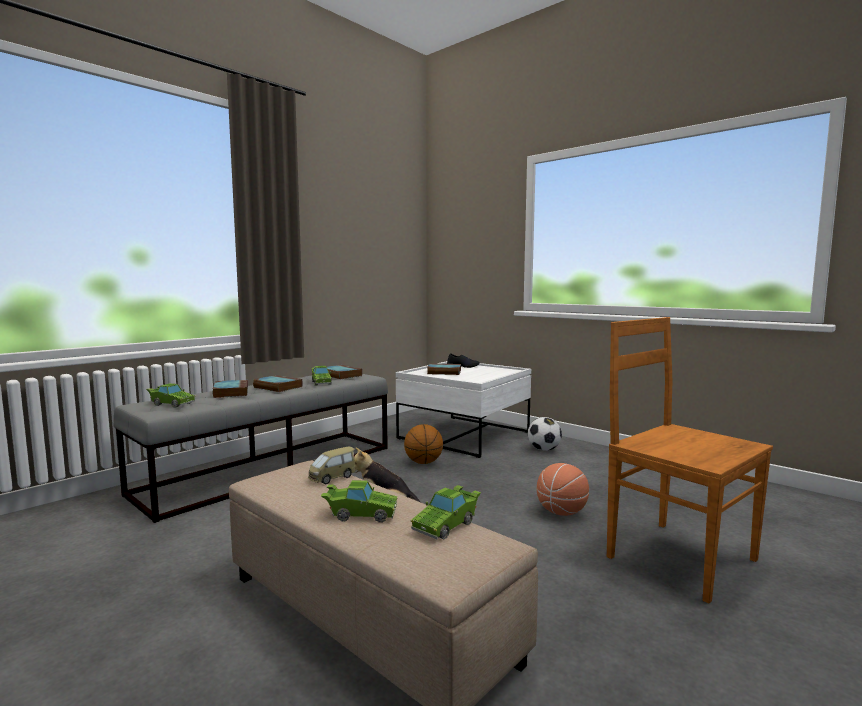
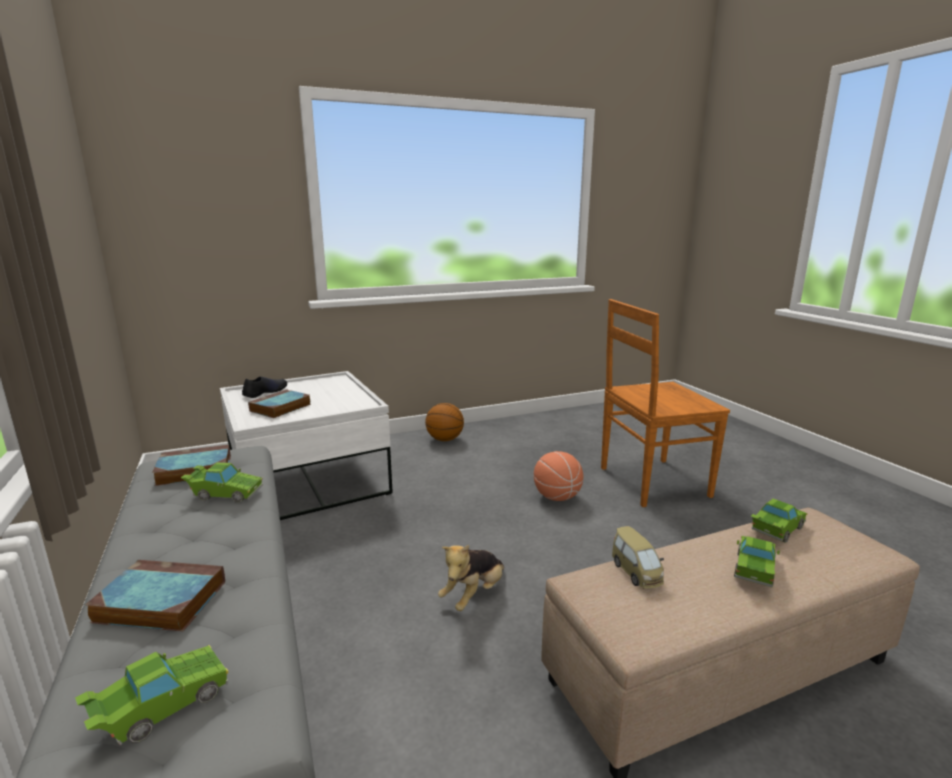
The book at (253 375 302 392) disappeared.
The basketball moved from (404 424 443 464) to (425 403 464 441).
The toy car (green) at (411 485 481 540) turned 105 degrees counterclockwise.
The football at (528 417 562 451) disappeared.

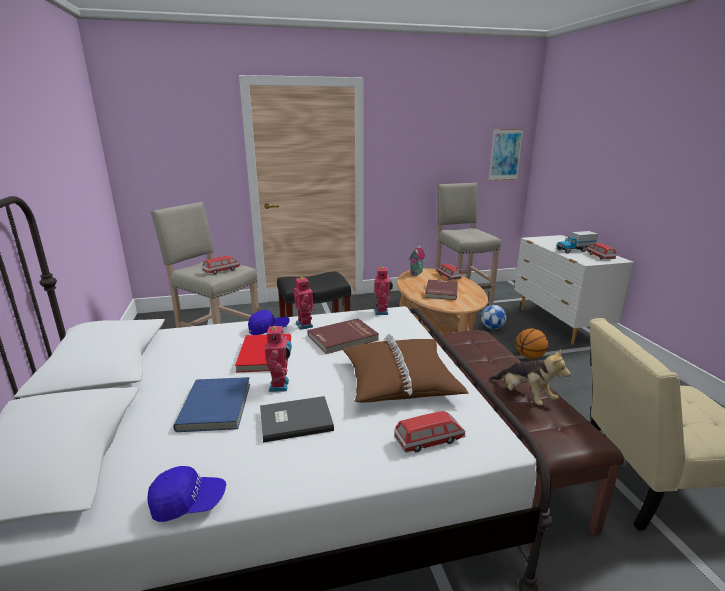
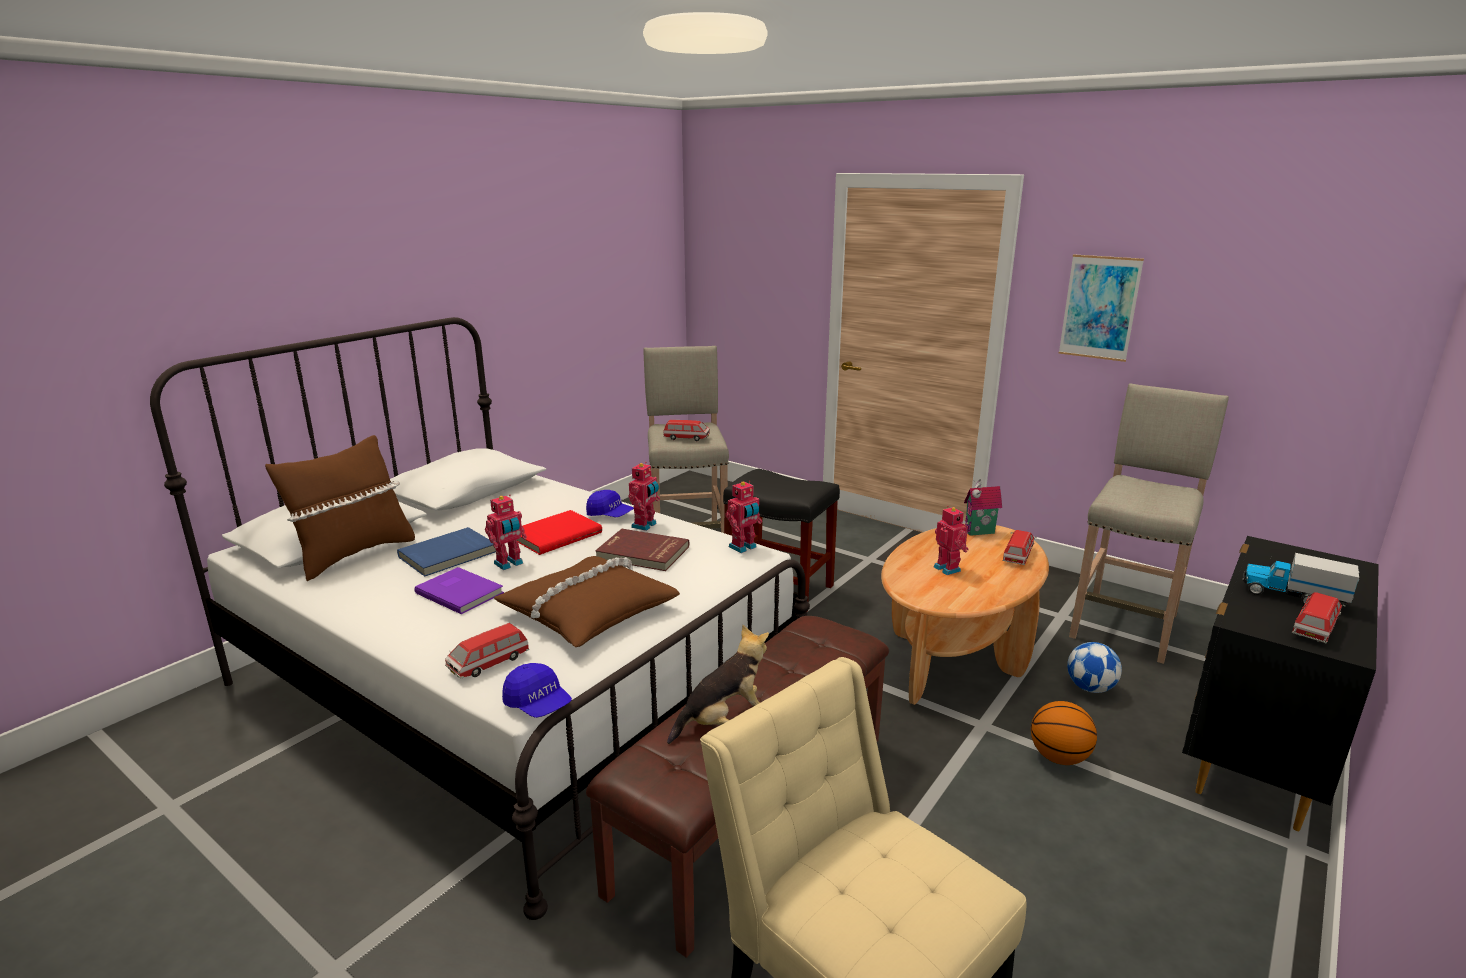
The cap (blue) moved from (147 466 226 522) to (502 663 572 718).
The book (grey) at (260 396 334 443) became the book (purple) at (414 567 504 614).
The toy car at (394 411 466 453) turned 105 degrees clockwise.
The book (red) at (425 279 458 300) was replaced by the toy robot at (934 506 969 575).
The picture moved from (489 129 524 181) to (1059 254 1144 362).
The plush toy at (490 348 571 405) turned 135 degrees counterclockwise.
The dresser (white) at (514 235 634 345) became the dresser (black) at (1182 536 1379 831).
The pillow (brown) at (265 435 415 581) appeared.

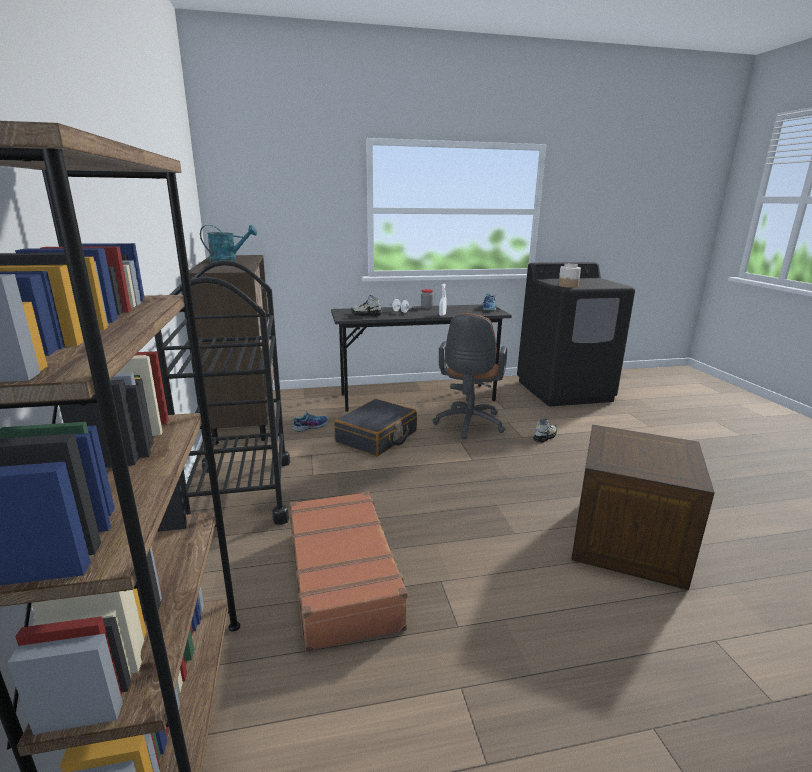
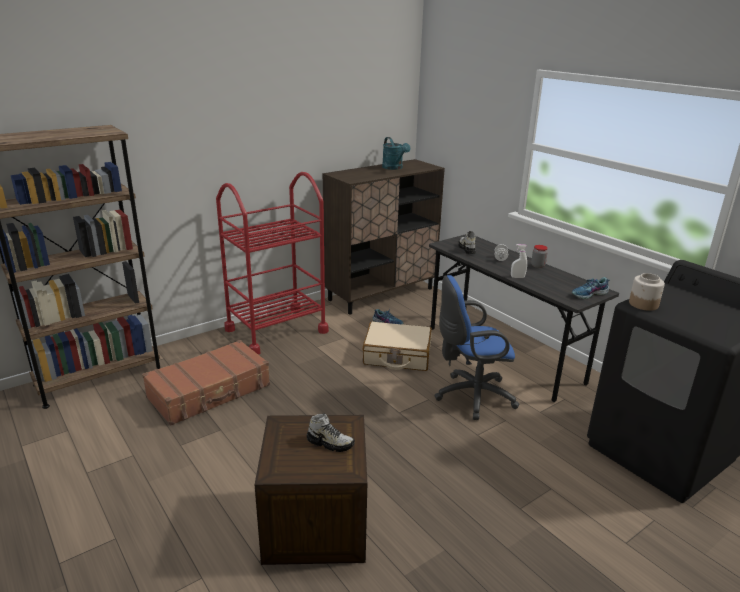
The cart (black) at (155 260 290 525) became the cart (red) at (216 172 329 355).
The suitcase (black) at (334 399 417 456) became the suitcase (beige) at (363 321 432 371).
The office chair (brown) at (432 313 507 439) became the office chair (blue) at (434 275 519 420).
The shoe moved from (533 418 557 443) to (307 413 355 452).

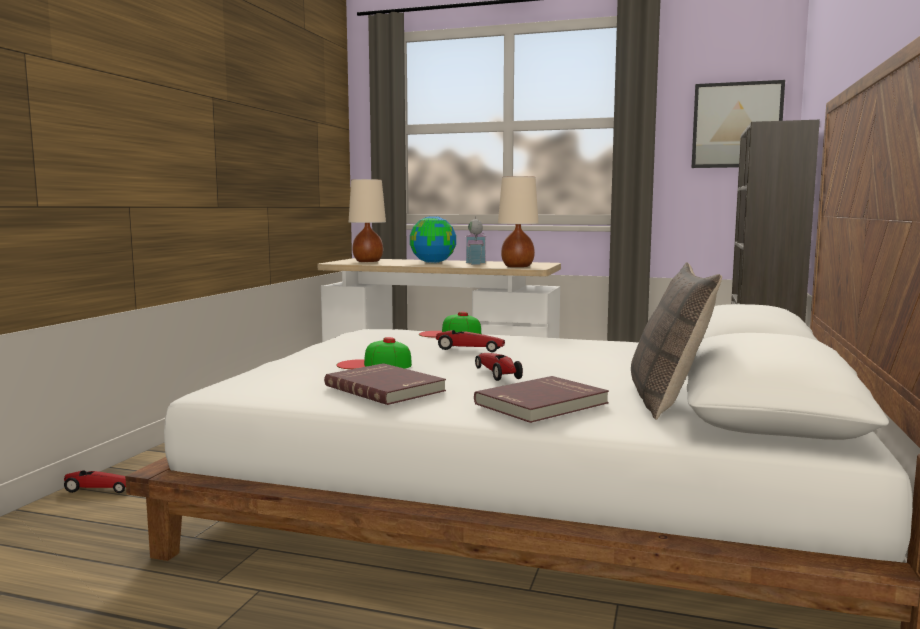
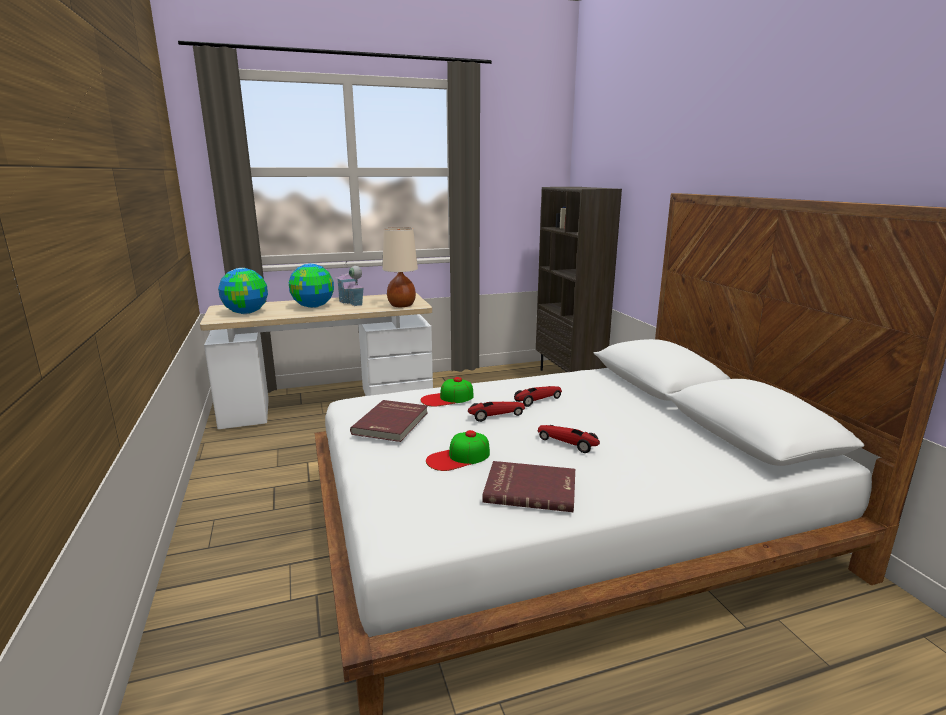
The toy car moved from (64 470 126 493) to (514 386 562 407).
The table lamp (beige) at (349 179 386 262) was replaced by the globe at (218 268 268 314).
The book (red) moved from (474 376 609 423) to (350 400 428 442).
The pillow at (631 262 722 420) disappeared.
The picture at (691 80 785 168) disappeared.

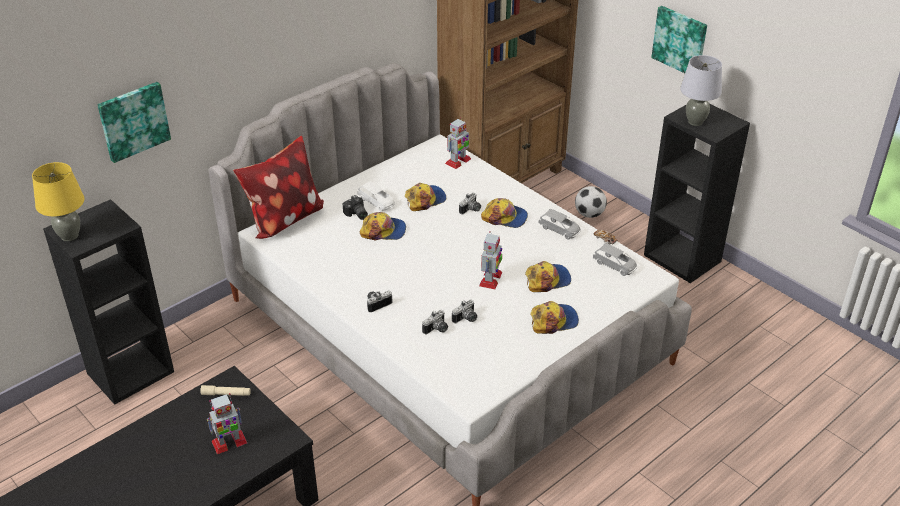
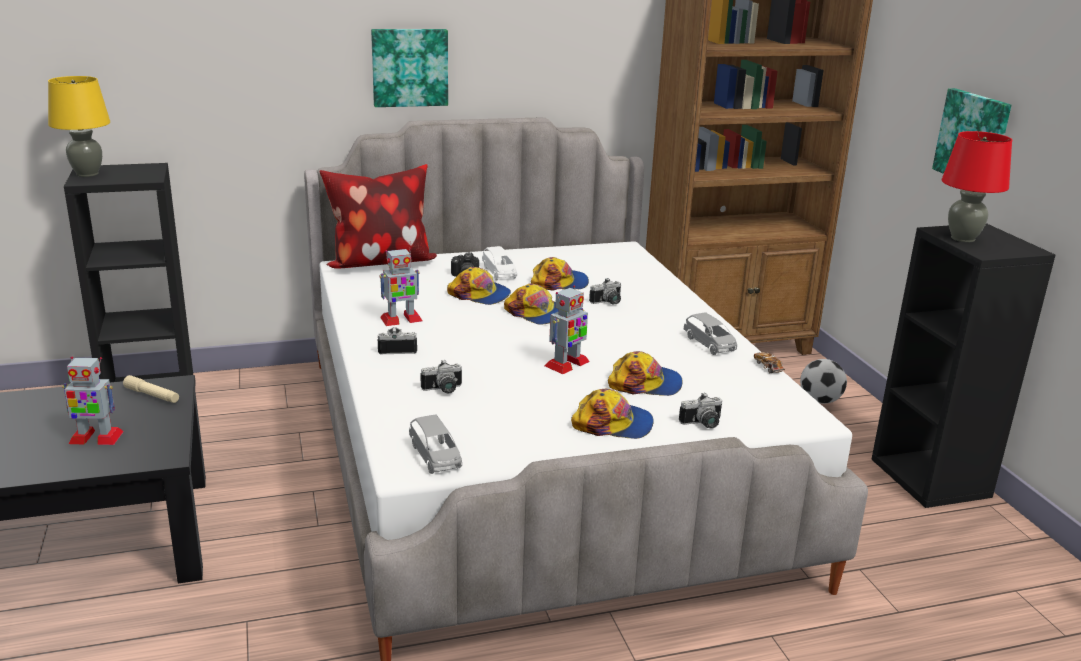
The picture moved from (97 82 171 163) to (371 29 448 107).
The toy robot moved from (445 117 471 169) to (379 247 422 326).
The photo camera moved from (452 299 477 323) to (679 393 722 429).
The cap moved from (481 198 528 228) to (504 284 558 325).
The toy car (grey) moved from (593 243 637 276) to (409 415 462 474).
The table lamp (grey) at (680 55 722 126) became the table lamp (red) at (942 131 1012 242).

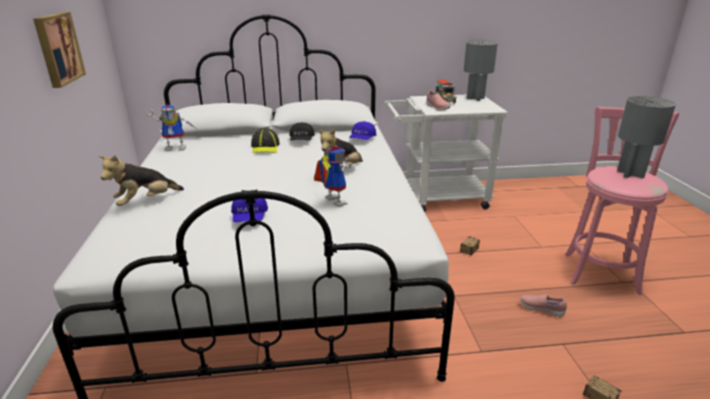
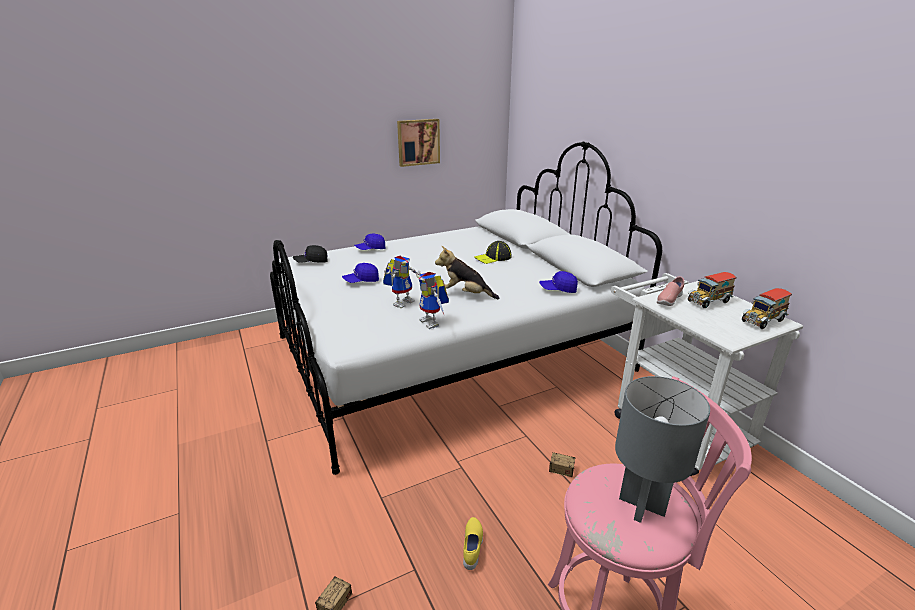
The plush toy at (98 155 184 206) was replaced by the cap (blue) at (354 234 385 250).
The toy robot moved from (145 104 197 151) to (416 270 449 329).
The cap (black) moved from (289 122 315 140) to (293 245 328 263).
The table lamp (grey) at (464 40 498 101) was replaced by the toy truck at (742 288 792 329).
The shoe (pink) at (520 294 567 316) became the shoe (yellow) at (463 517 483 570).

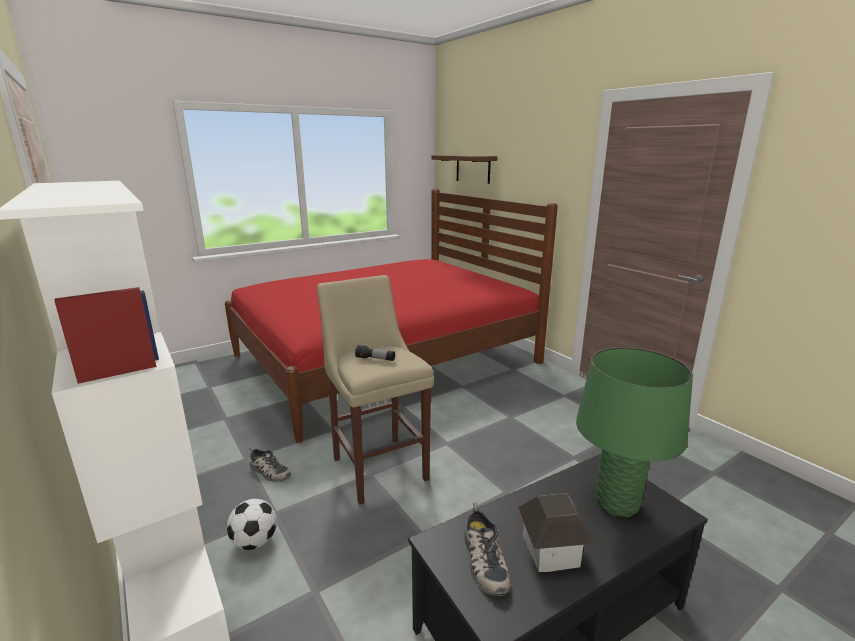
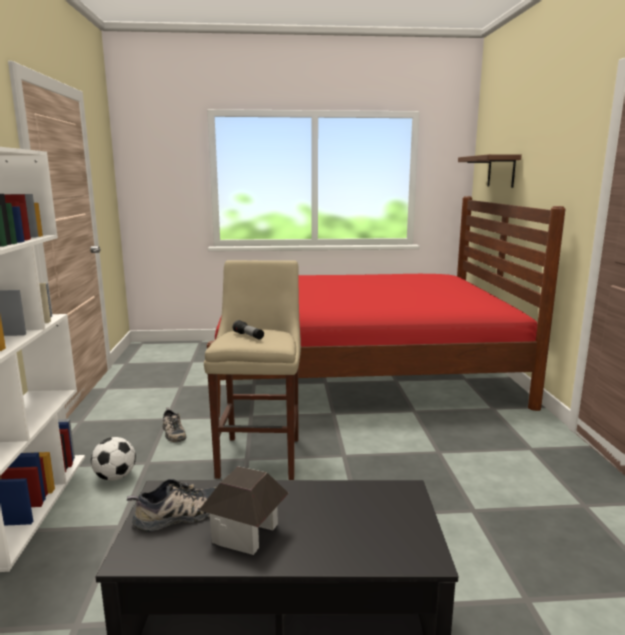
The shoe at (464 502 511 596) turned 135 degrees counterclockwise.
The table lamp (green) at (576 347 693 517) disappeared.

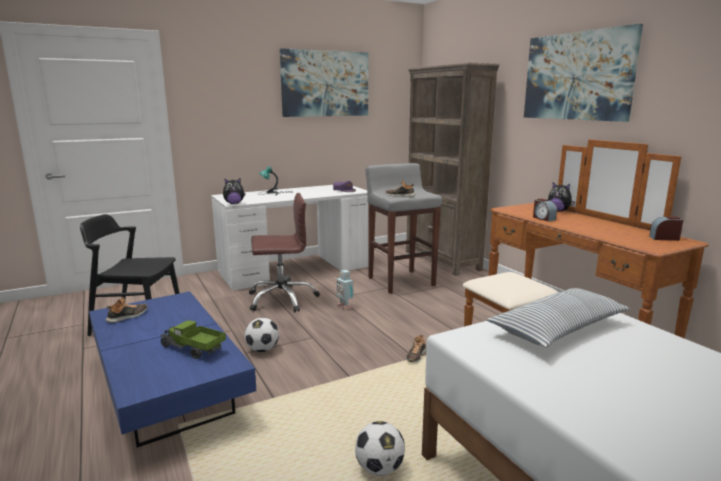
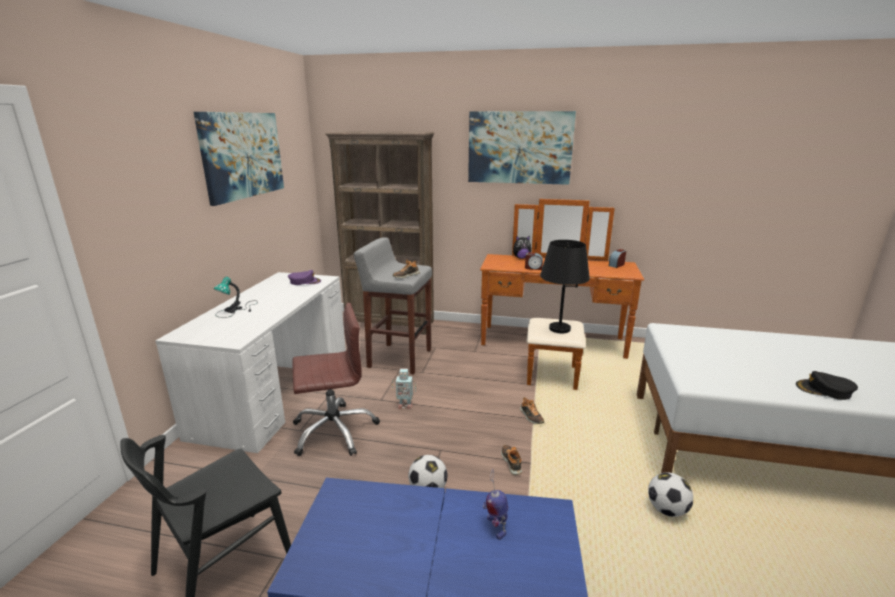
The shoe moved from (106 297 148 323) to (501 445 522 475).
The toy truck at (160 320 226 359) was replaced by the toy robot at (483 469 508 540).
The plush toy at (223 178 245 204) disappeared.
The office chair (brown) at (249 193 320 312) turned 45 degrees clockwise.
The pillow at (487 288 630 347) disappeared.
The table lamp (black) at (540 240 590 333) appeared.
The cap (black) at (796 371 858 400) appeared.

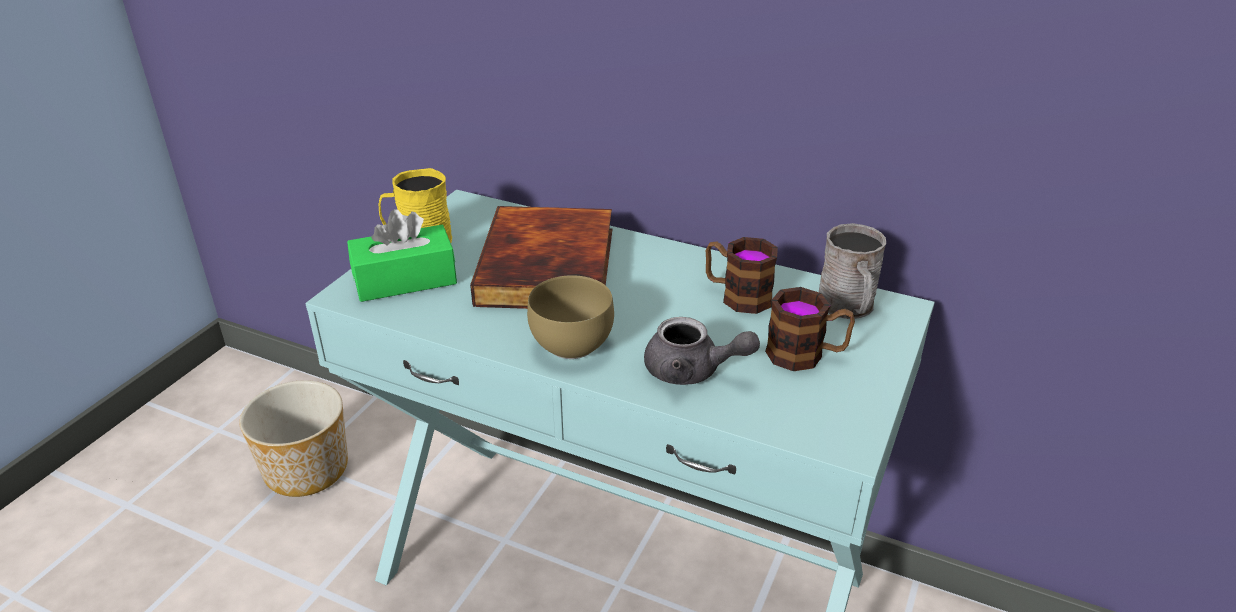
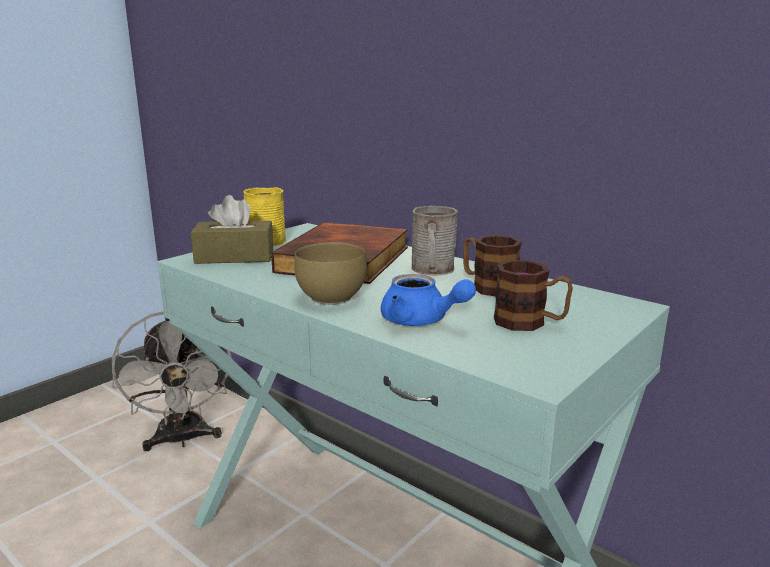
The planter at (239 380 348 497) was replaced by the fan (grey) at (112 311 232 451).
The tissue box (green) at (347 209 457 302) became the tissue box (brown) at (191 195 273 264).
The teapot (grey) at (644 317 760 385) became the teapot (blue) at (381 274 476 326).
The mug (grey) moved from (819 223 886 319) to (412 206 458 275).

